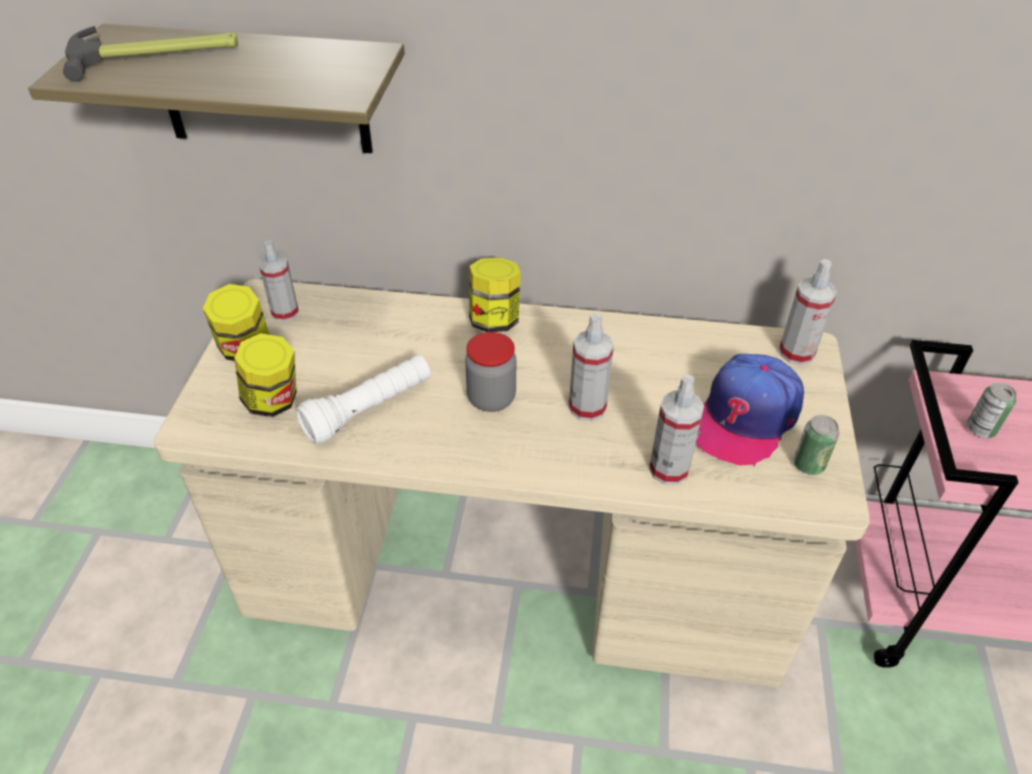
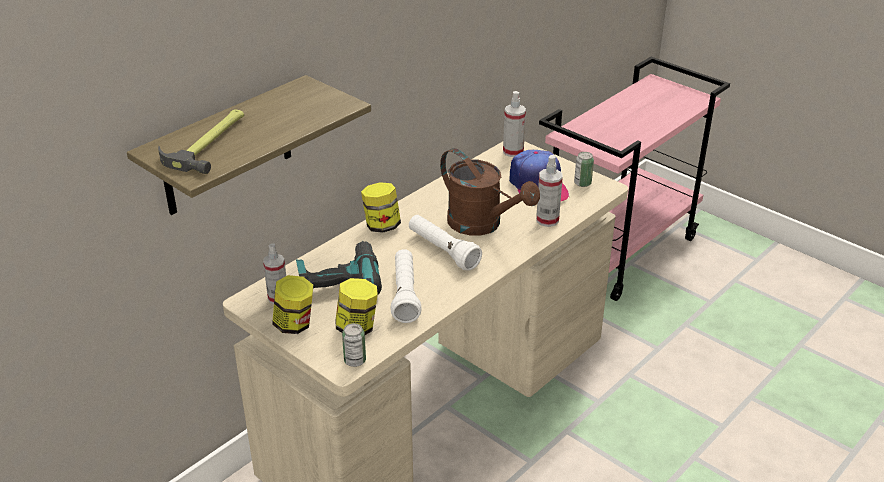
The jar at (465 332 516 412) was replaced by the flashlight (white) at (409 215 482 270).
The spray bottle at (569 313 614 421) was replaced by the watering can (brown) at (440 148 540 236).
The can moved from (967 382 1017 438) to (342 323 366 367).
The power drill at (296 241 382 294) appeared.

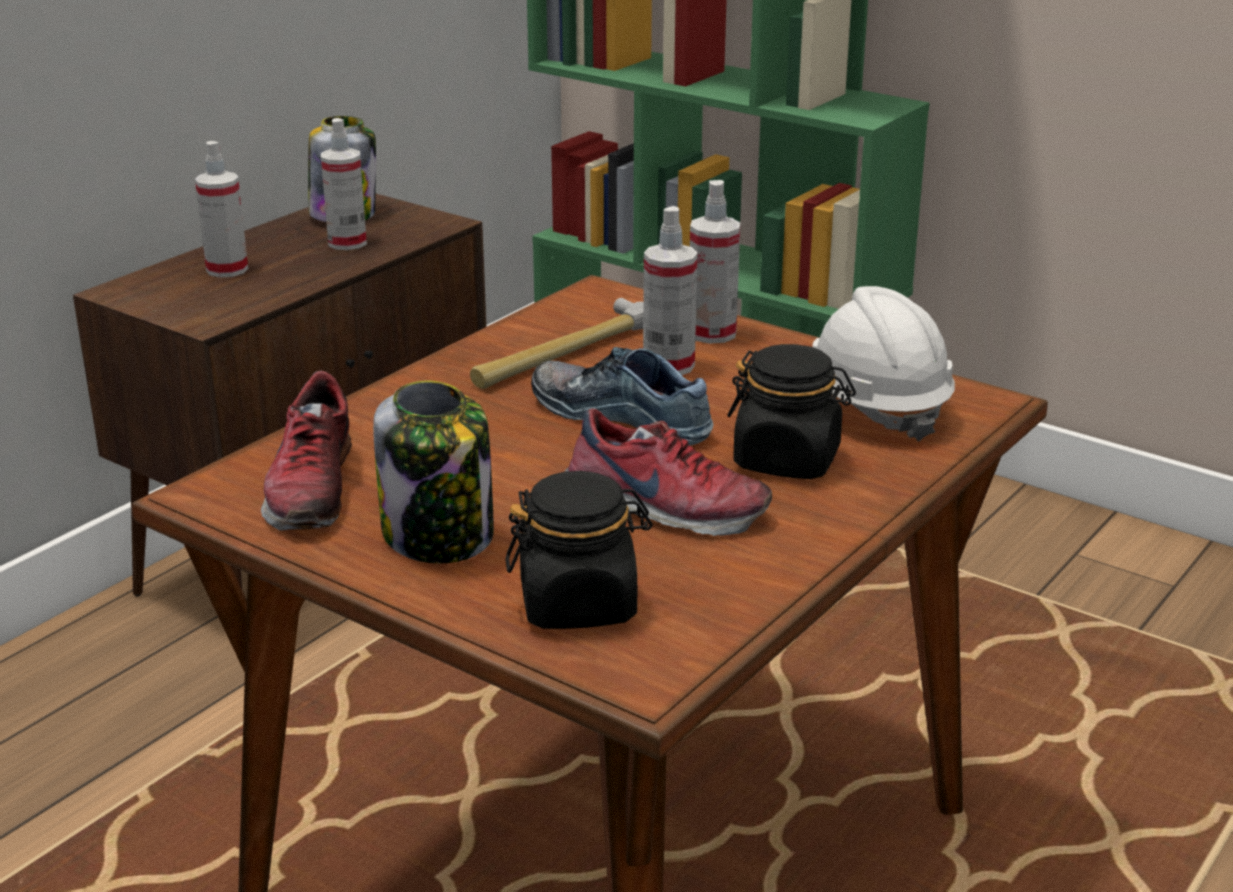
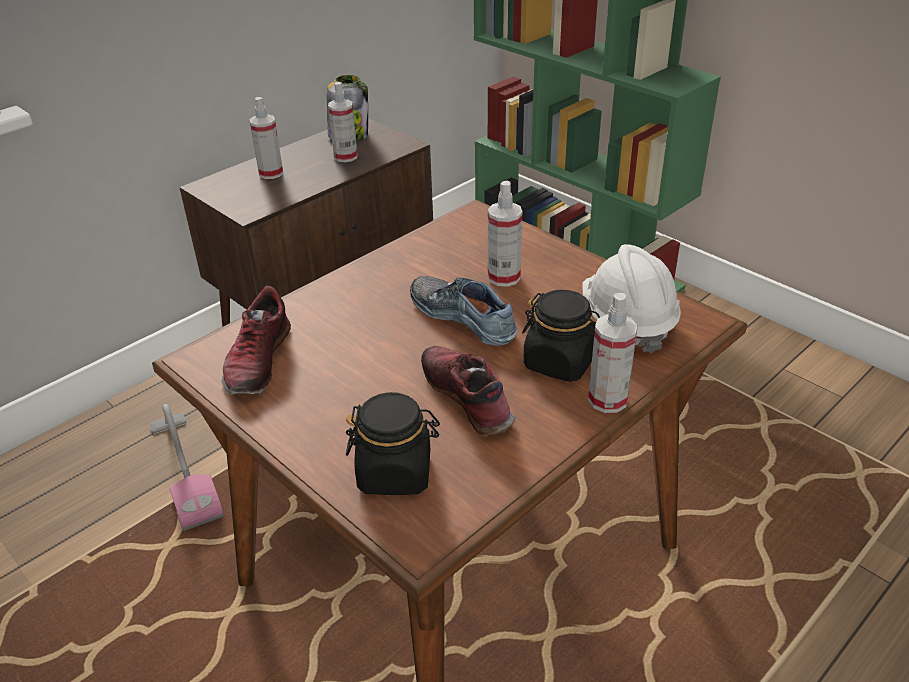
The jar at (373 381 494 563) disappeared.
The hammer at (470 298 643 389) disappeared.
The shoe at (564 409 772 536) turned 150 degrees counterclockwise.
The spray bottle moved from (690 180 740 344) to (588 293 638 413).
The vacuum cleaner at (149 404 224 531) appeared.

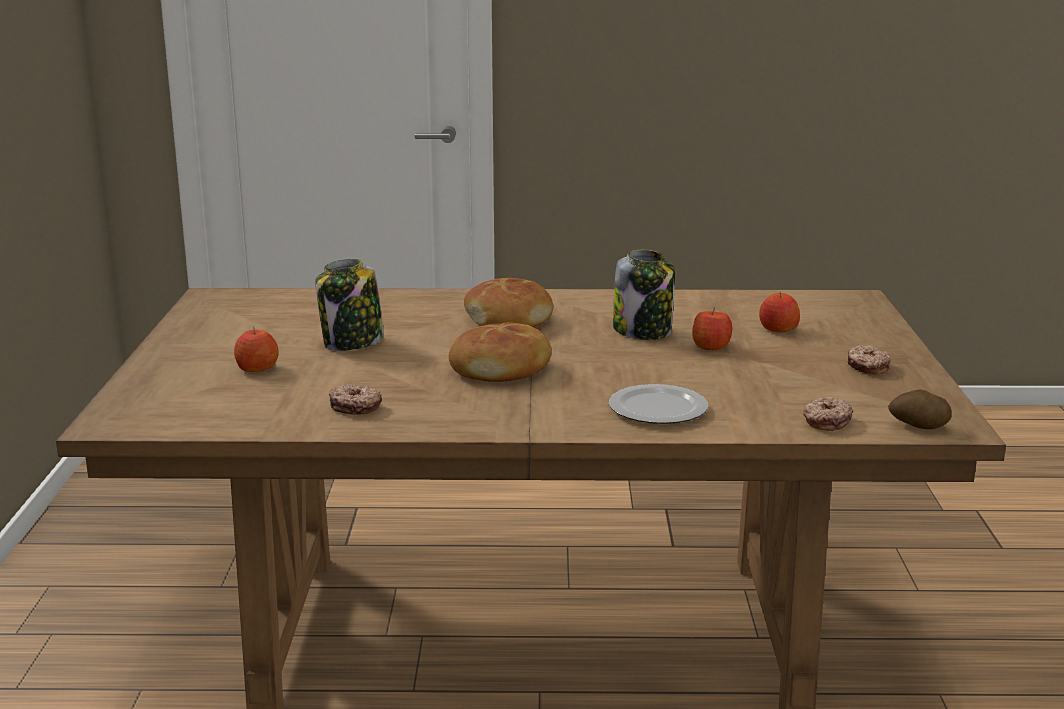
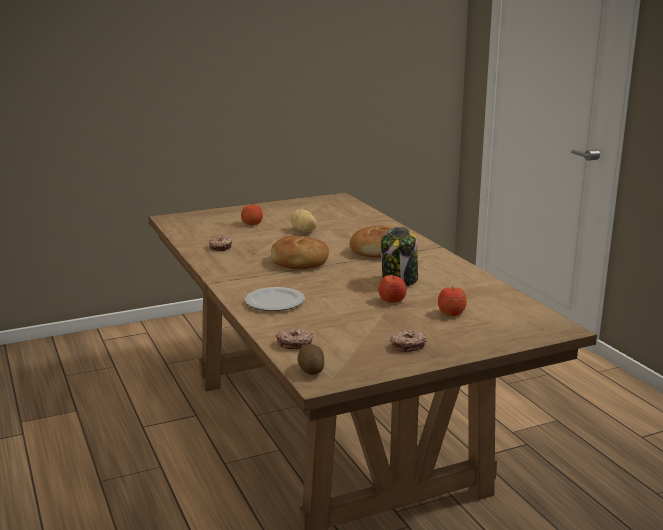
The jar at (315 259 384 351) was replaced by the potato at (291 209 317 232).

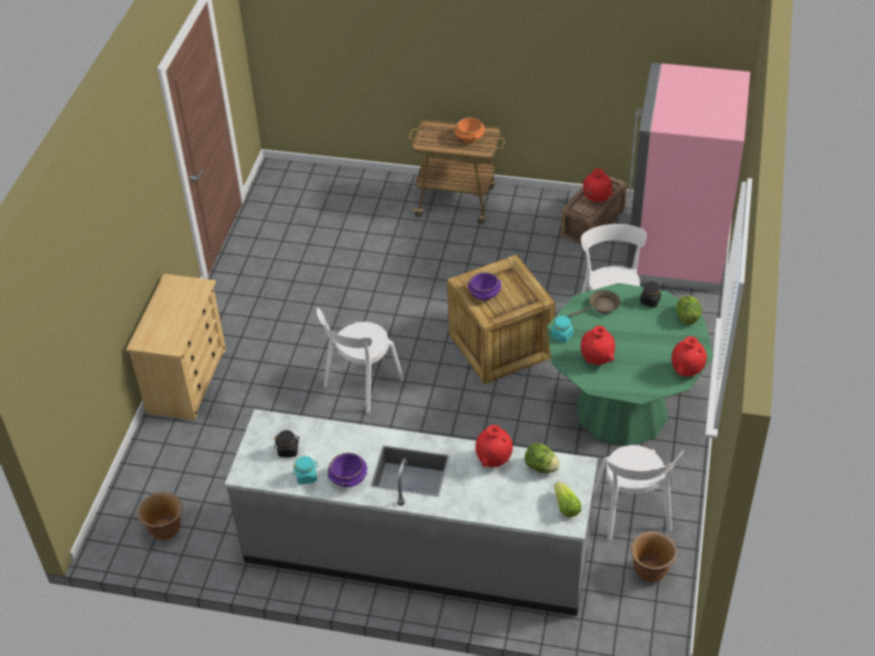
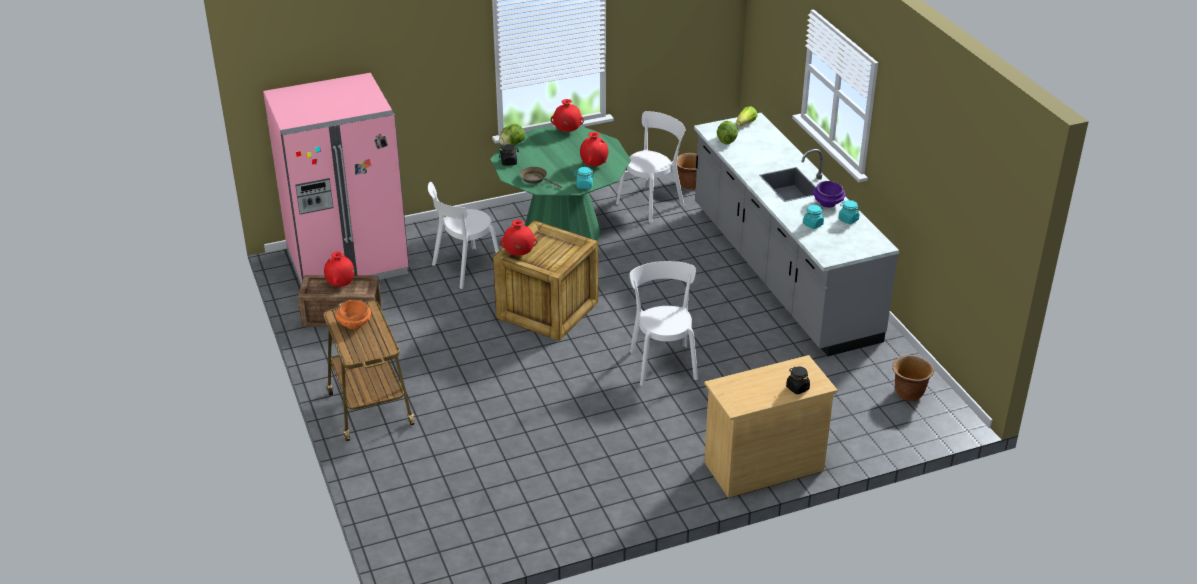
The jar (black) moved from (274 430 300 457) to (786 366 810 394).
The chair (white) at (317 308 404 413) turned 105 degrees counterclockwise.
The bowl (purple) at (468 272 501 300) disappeared.
The vase (red) moved from (475 425 513 467) to (500 220 537 255).
The jar (turquoise) at (803 205 824 229) appeared.

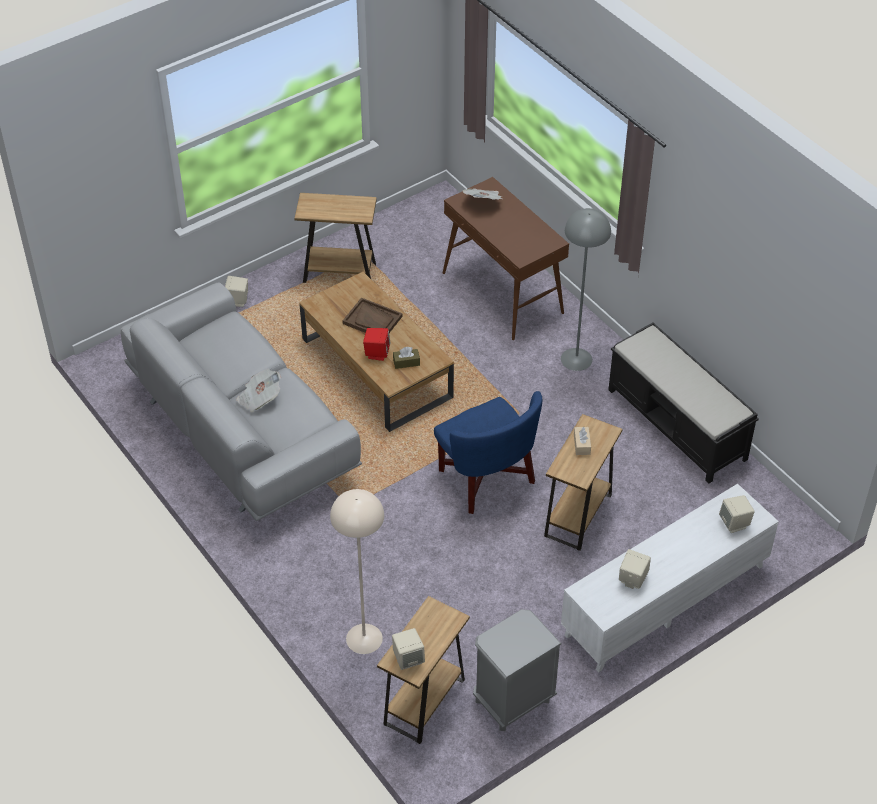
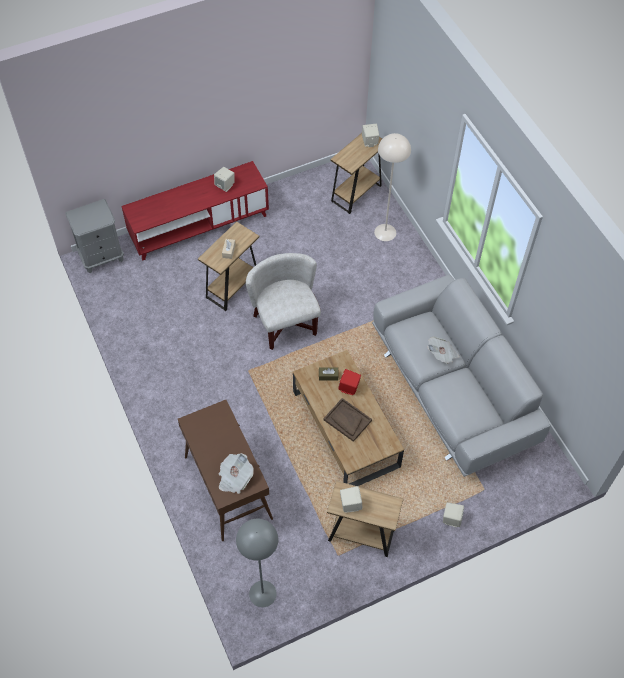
The armchair (blue) at (434 391 542 514) became the armchair (white) at (246 253 321 350).
The nightstand (grey) moved from (473 609 561 731) to (65 199 124 273).
The floor lamp (grey) moved from (561 208 611 371) to (236 519 278 607).
The tv stand (white) at (561 484 779 672) became the tv stand (red) at (121 161 269 260).
The bench (black) at (608 323 759 483) disappeared.
The speaker (beige) moved from (719 495 755 533) to (340 486 363 513).

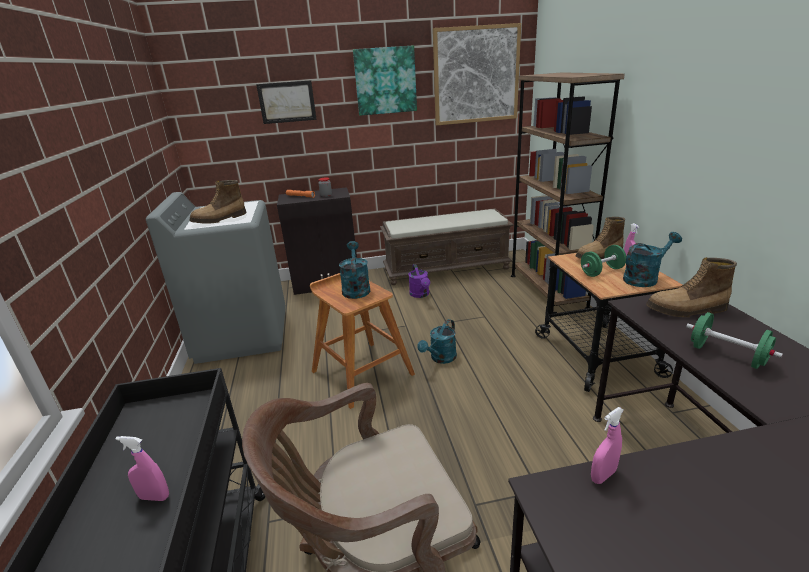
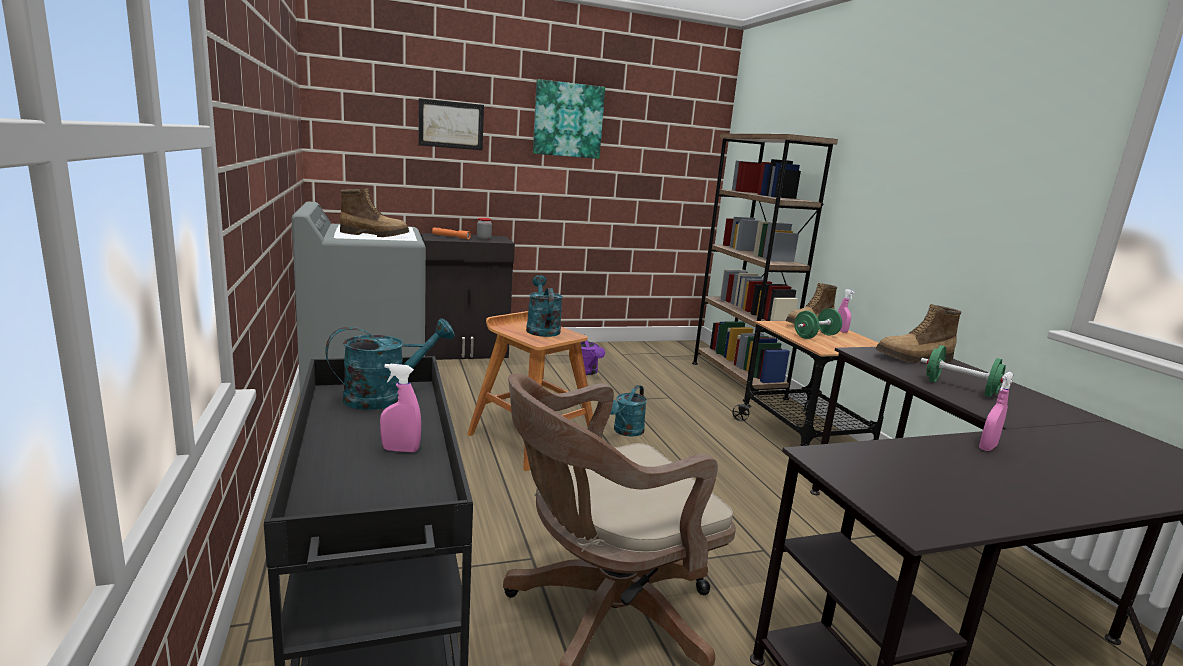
The boot at (190 180 247 224) turned 135 degrees counterclockwise.
The bench (brown) at (380 208 514 285) disappeared.
The picture at (433 23 521 125) disappeared.
The spray bottle (pink) moved from (591 407 624 484) to (979 372 1013 451).
The watering can (turquoise) moved from (623 232 682 287) to (325 318 455 410).

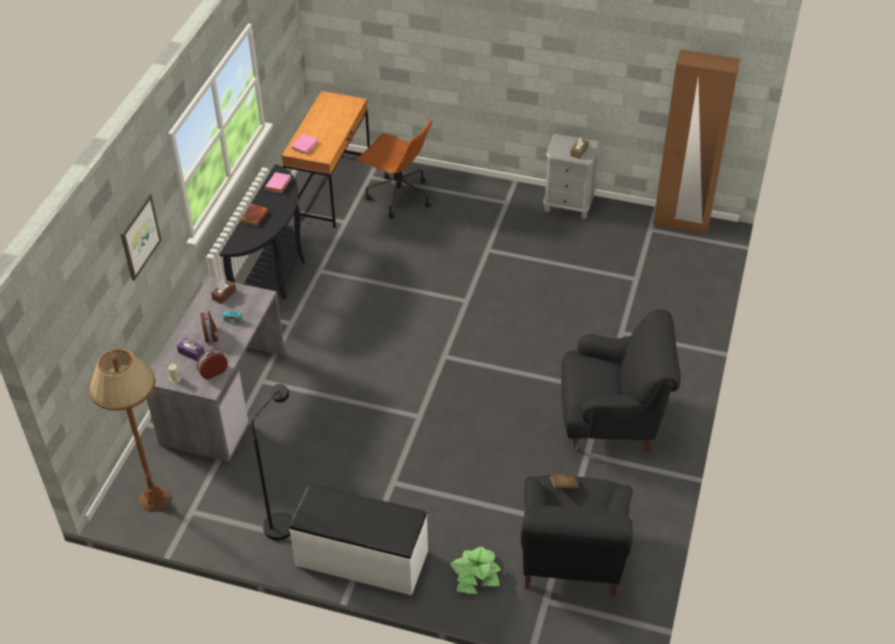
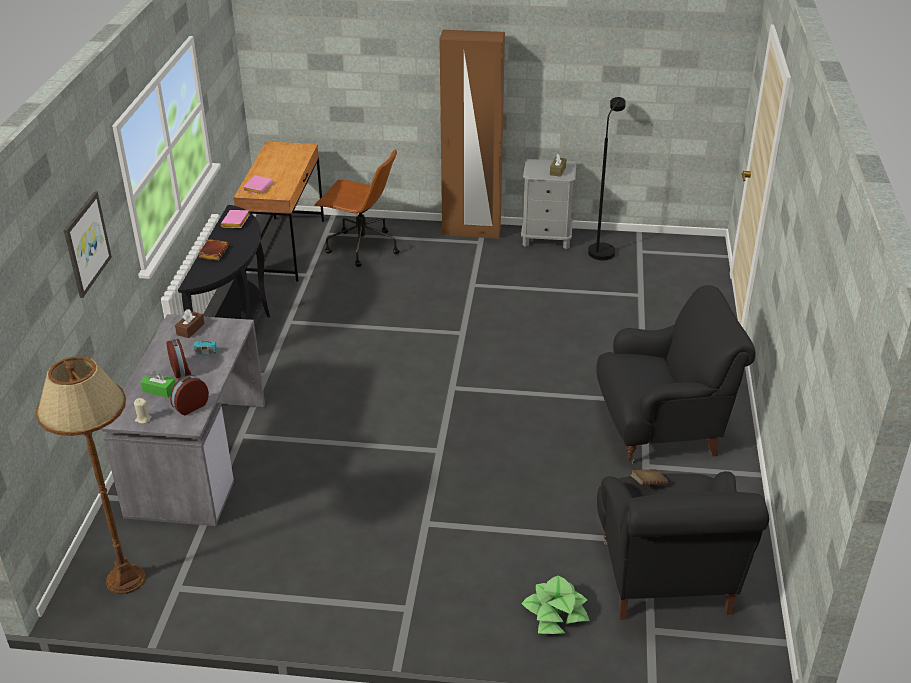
The tissue box (purple) at (177 338 205 361) became the tissue box (green) at (141 371 176 398).
The floor lamp (black) moved from (252 384 293 541) to (588 97 625 260).
The bench (white) at (289 483 428 596) disappeared.
The wardrobe (brown) moved from (653 49 740 235) to (439 30 505 239).

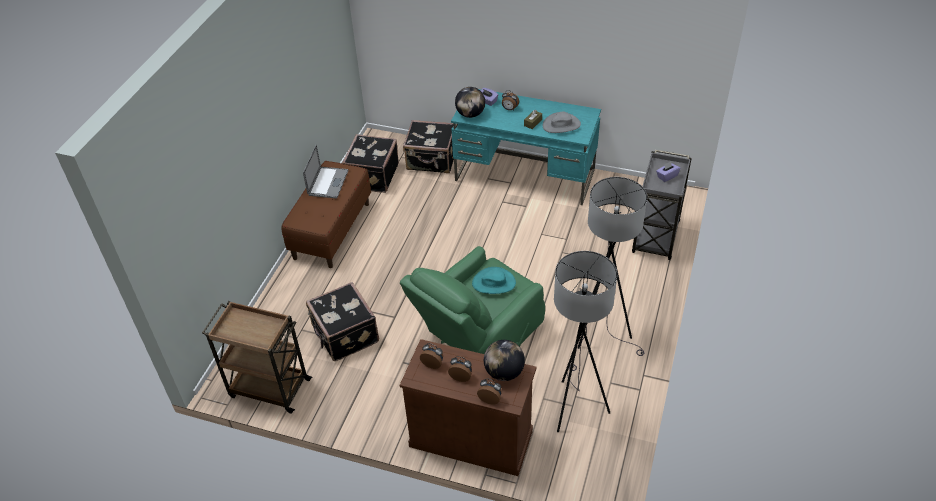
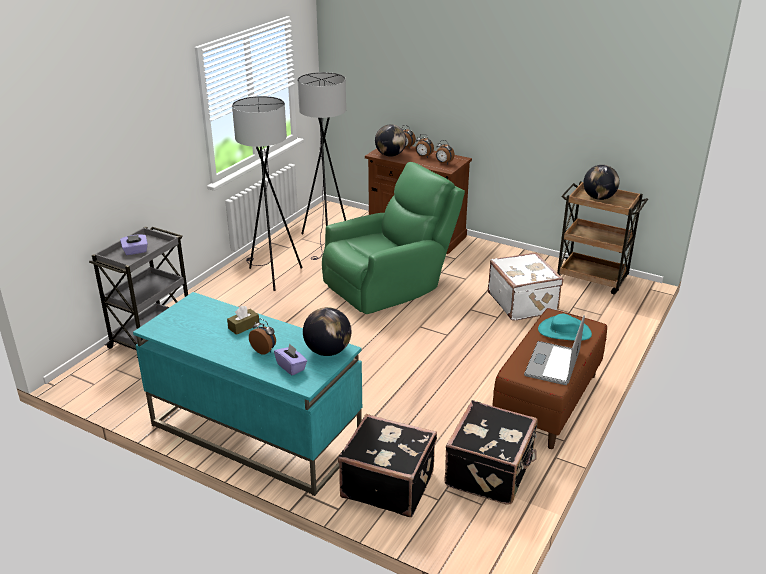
The suitcase (black) at (306 282 379 361) became the suitcase (white) at (488 252 563 320).
The hat (turquoise) moved from (472 267 516 294) to (538 313 592 341).
The hat (grey) at (543 111 581 133) disappeared.
The globe at (583 165 619 200) appeared.

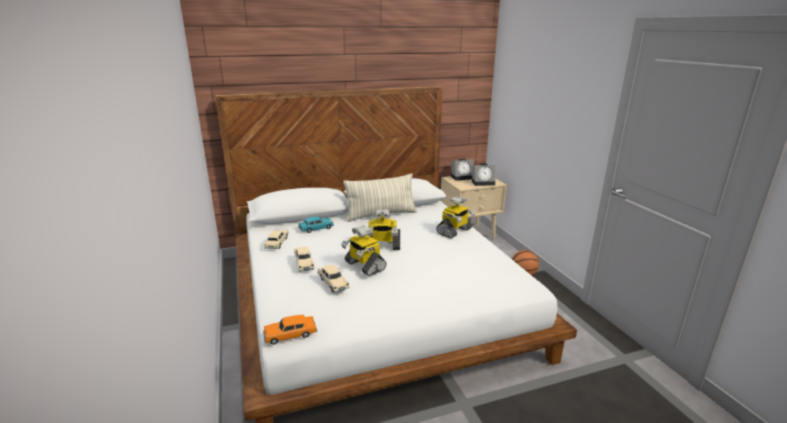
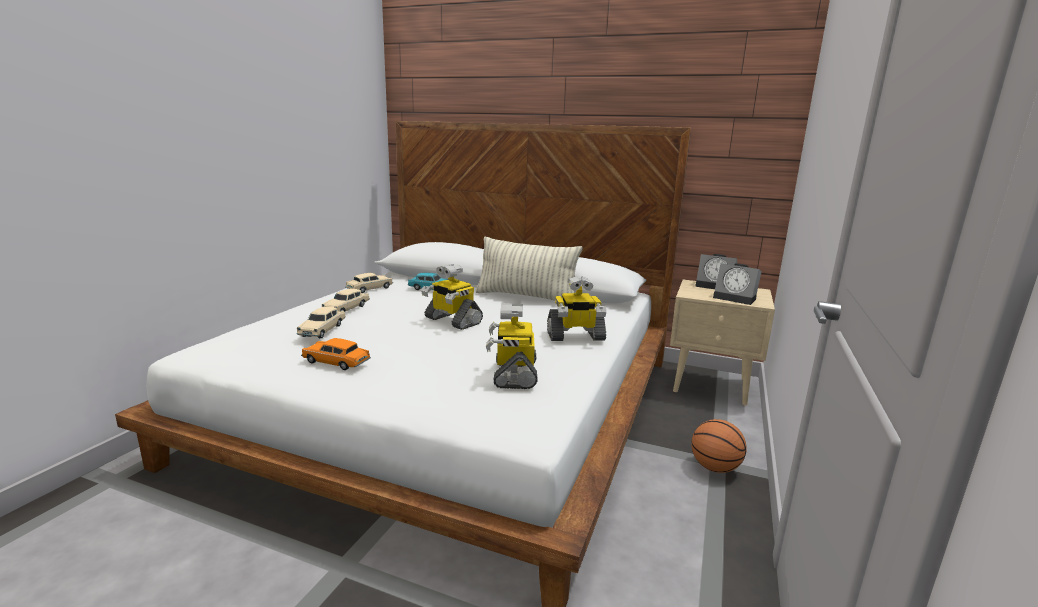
The toy car (orange) moved from (263 315 317 345) to (301 338 371 370).
The toy robot moved from (341 225 387 276) to (486 303 538 389).

